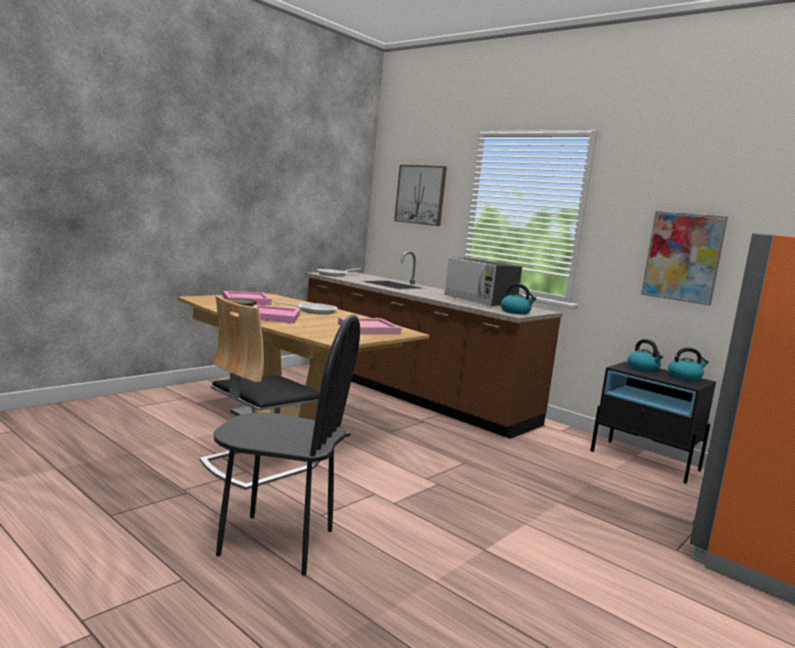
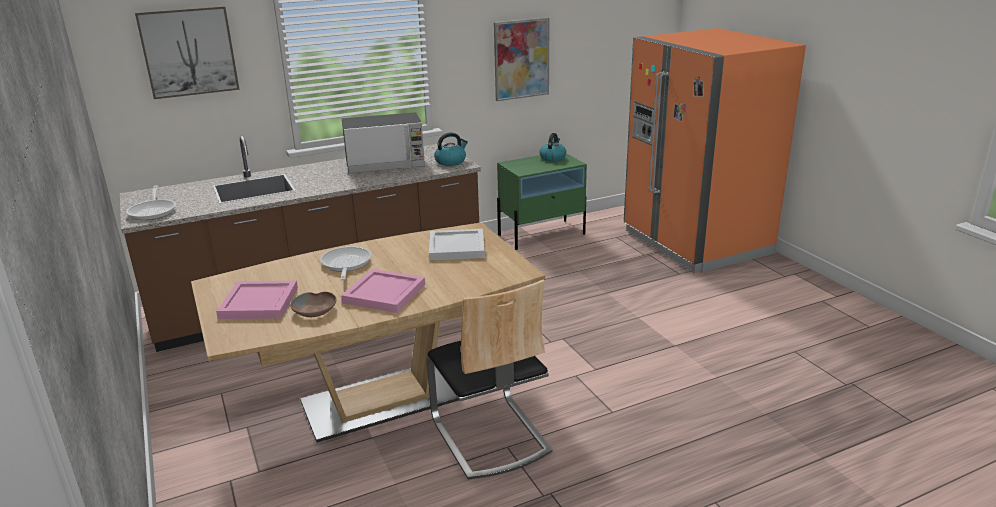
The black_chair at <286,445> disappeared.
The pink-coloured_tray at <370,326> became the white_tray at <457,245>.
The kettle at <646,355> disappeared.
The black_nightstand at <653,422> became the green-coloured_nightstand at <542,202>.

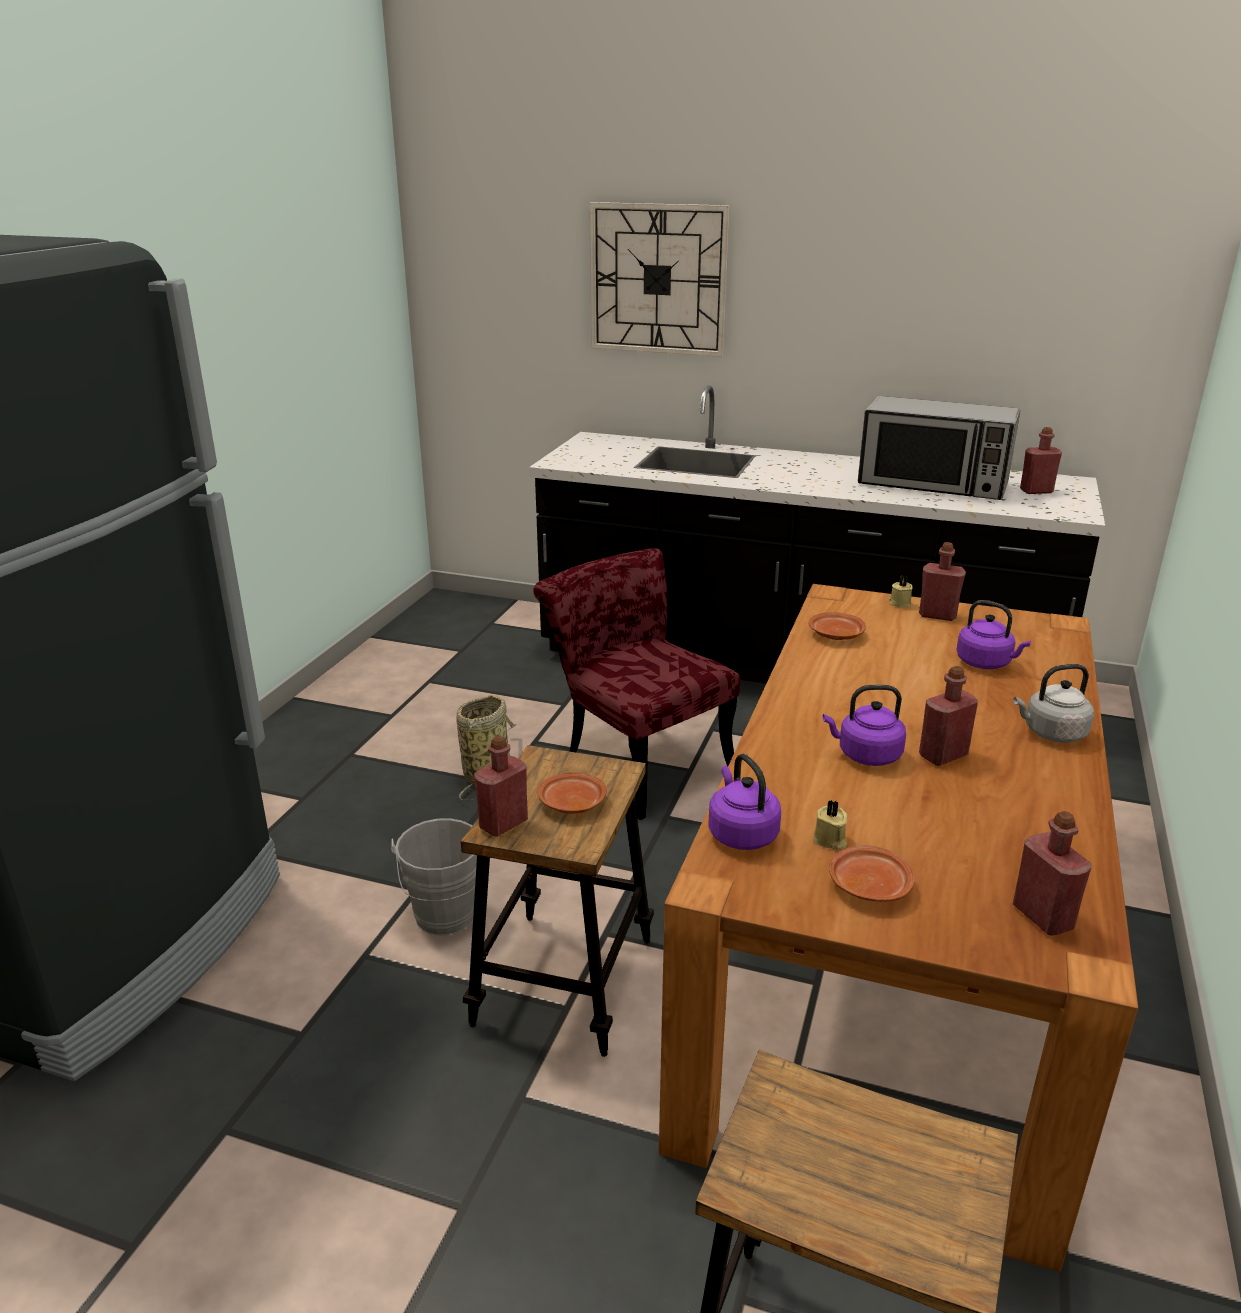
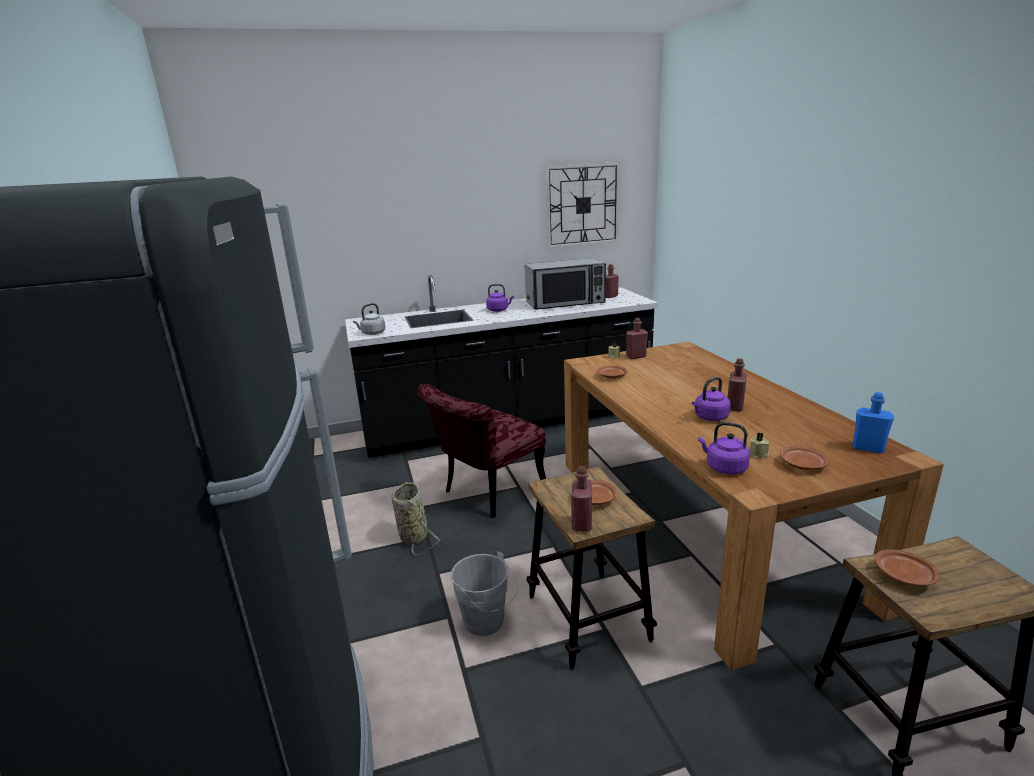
The hanging_clock moved from <659,279> to <582,205>.
The reddish_chair at <637,684> turned 60 degrees counterclockwise.
The purple-coloured_kettle moved from <993,634> to <500,298>.
The grey_kettle moved from <1053,703> to <369,319>.
The reddish_bottle at <1052,873> became the blue-coloured_bottle at <873,423>.
The brownish_plate at <907,567> appeared.

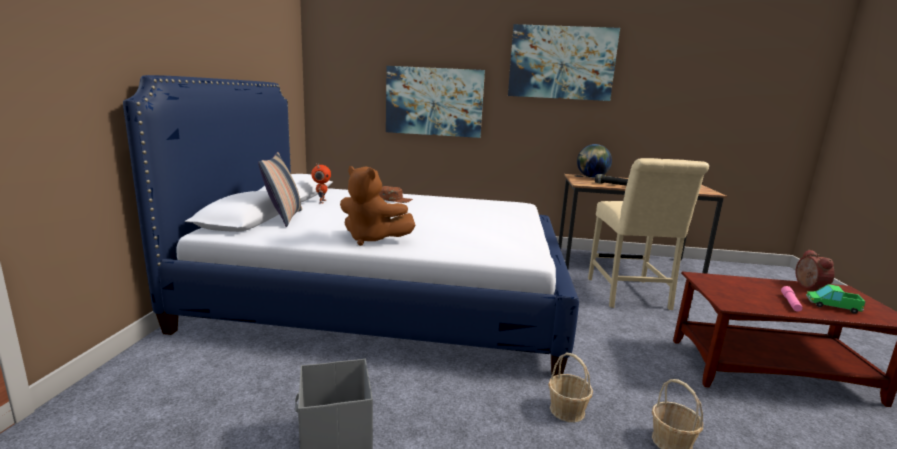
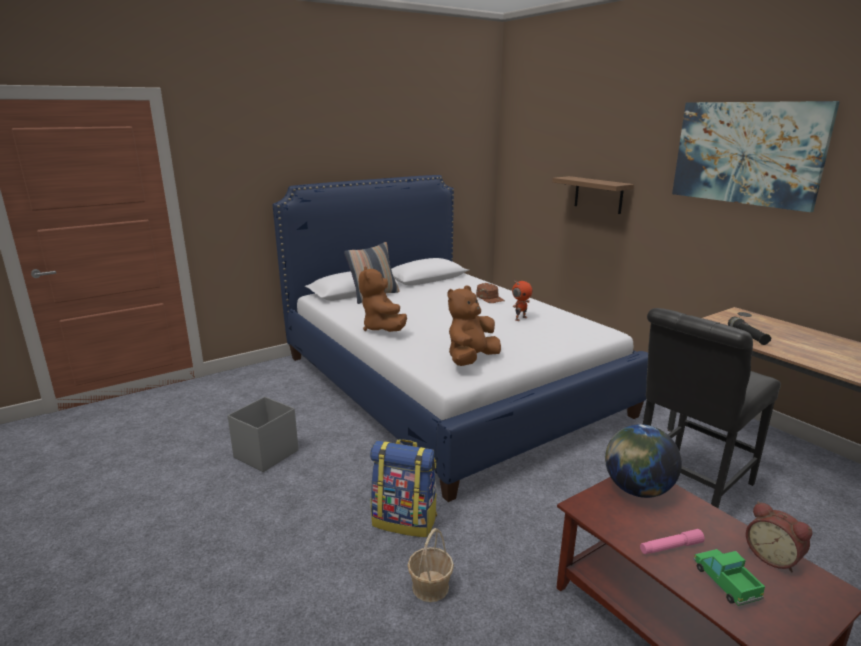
The wall_art at <435,102> was replaced by the bracket_shelf at <593,195>.
The globe moved from <594,161> to <643,461>.
The sand-coloured_chair at <648,234> became the black_chair at <712,408>.
The robot_figure moved from <321,183> to <522,300>.
The bedside_clock at <815,269> turned 90 degrees clockwise.
The basket at <570,387> was replaced by the backpack at <403,488>.
The brownish_soft_toy at <474,325> appeared.

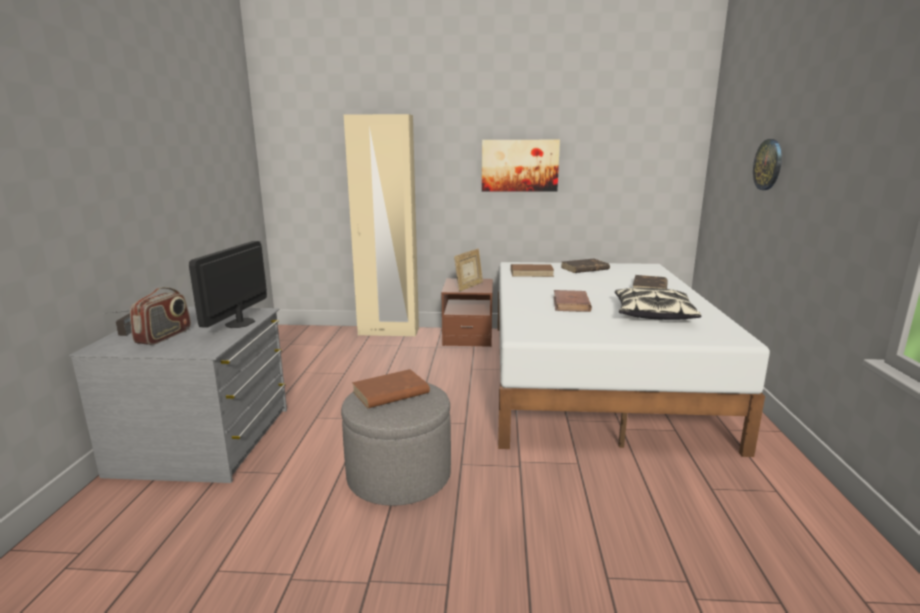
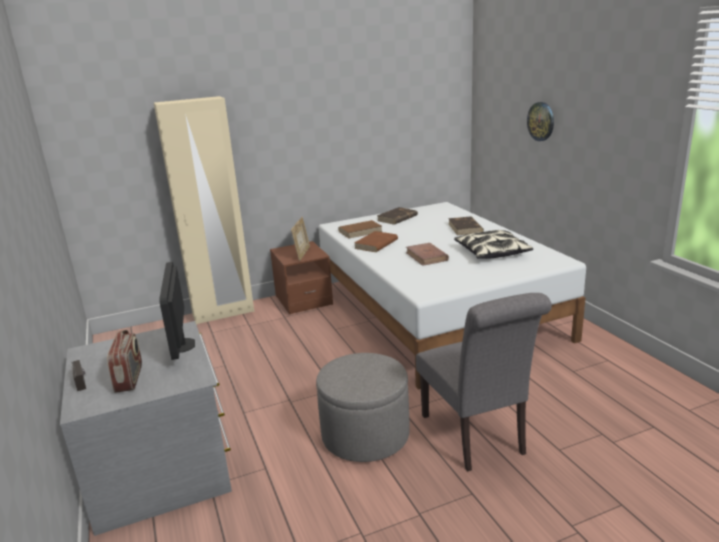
The wall_art at <521,166> disappeared.
The brownish_book moved from <391,388> to <376,241>.
The grey_chair at <484,382> appeared.

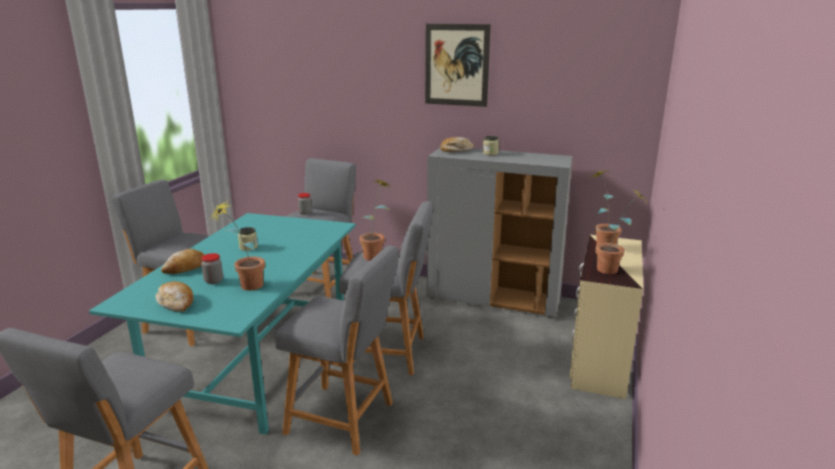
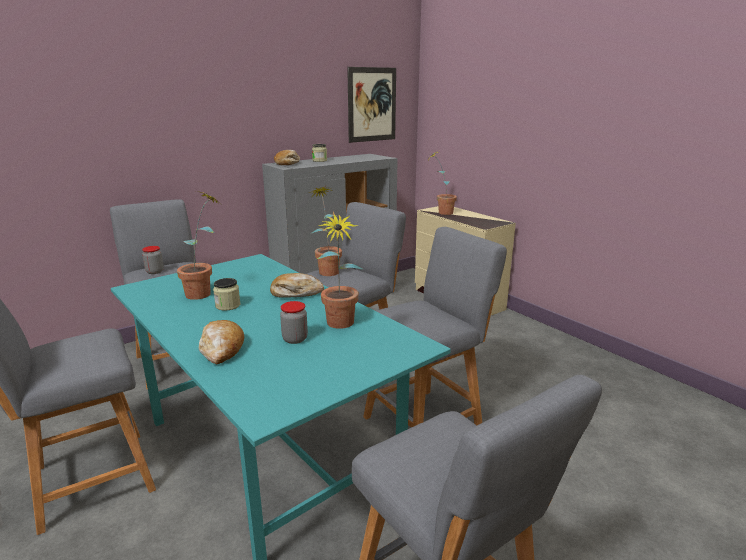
The wall_art moved from <458,65> to <371,105>.
The potted_plant moved from <622,232> to <199,245>.
The bread moved from <174,296> to <297,285>.

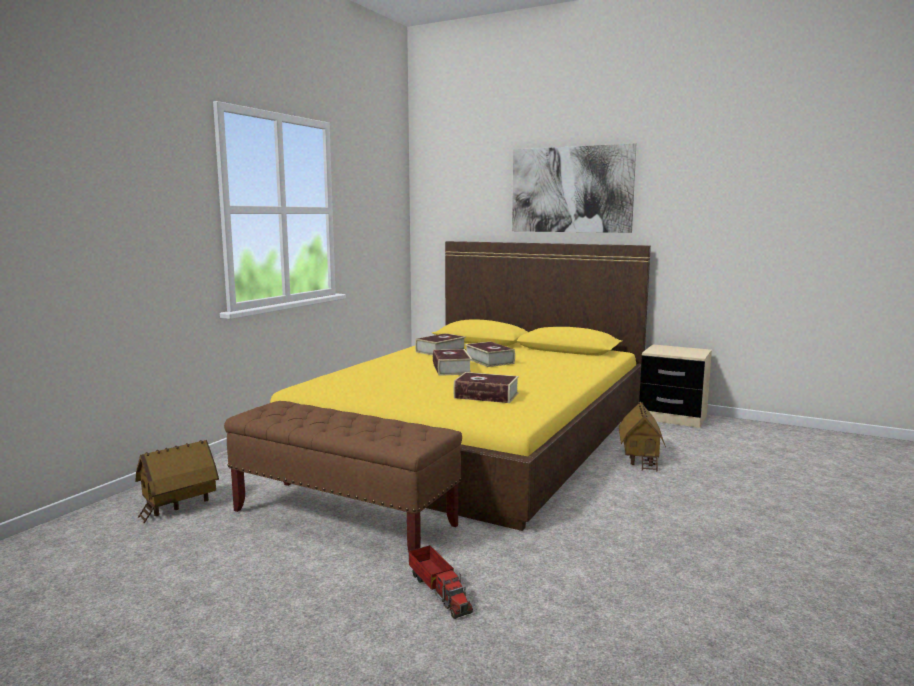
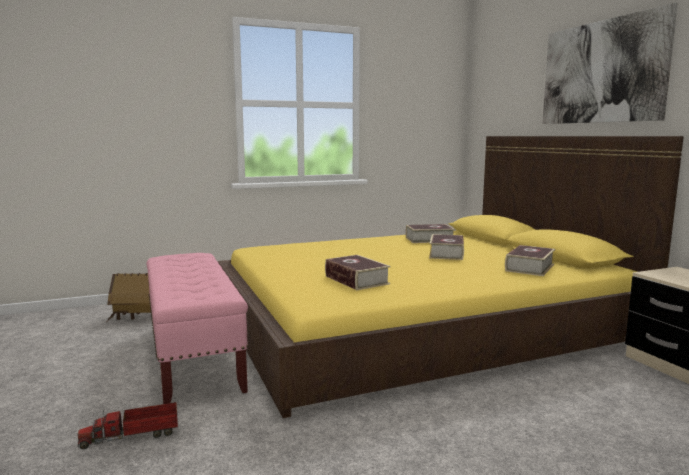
The book moved from <452,362> to <530,260>.
The brownish_long_seat at <343,476> became the pink-coloured_long_seat at <197,328>.
The miniature_house at <642,436> disappeared.
The model_truck at <441,582> turned 60 degrees clockwise.

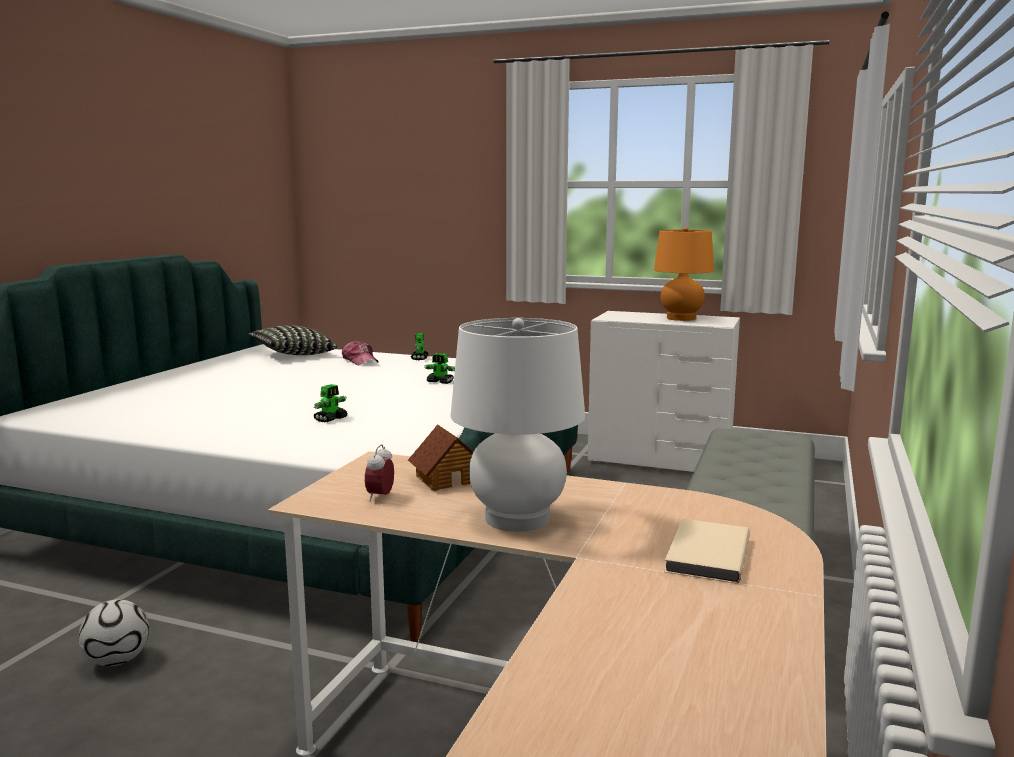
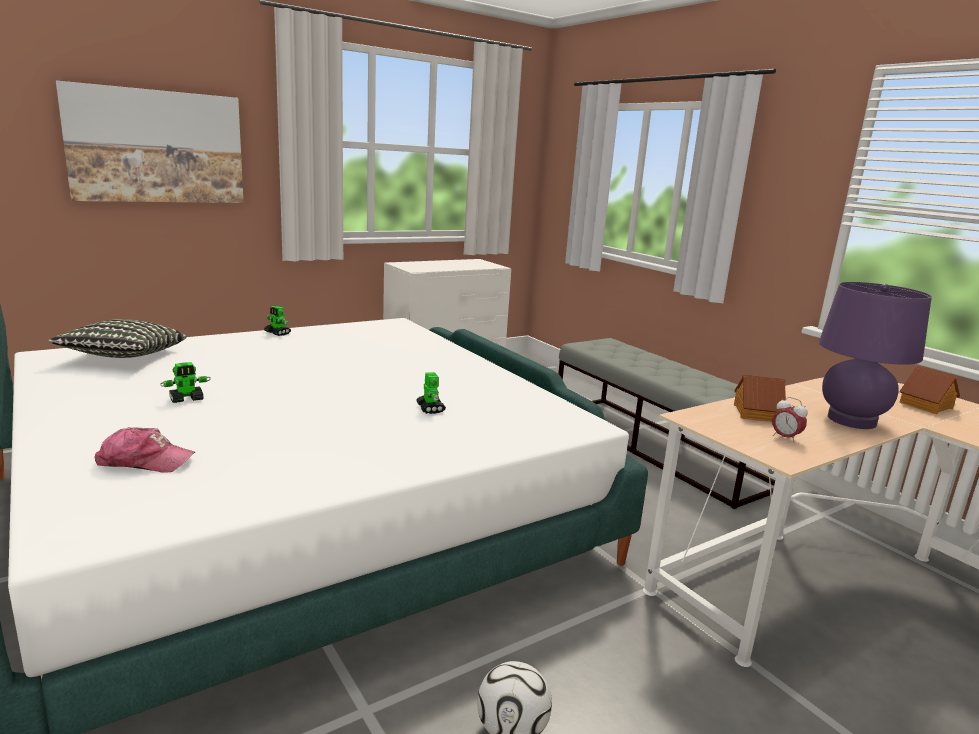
The orange-coloured_tabletop_lamp at <684,274> disappeared.
The white_tabletop_lamp at <518,425> became the purple-coloured_tabletop_lamp at <875,355>.
The peaked_cap moved from <360,352> to <144,450>.
The robot_figure moved from <439,368> to <185,382>.
The sand-coloured_book at <707,551> was replaced by the miniature_house at <929,390>.
The wall_art at <150,141> appeared.

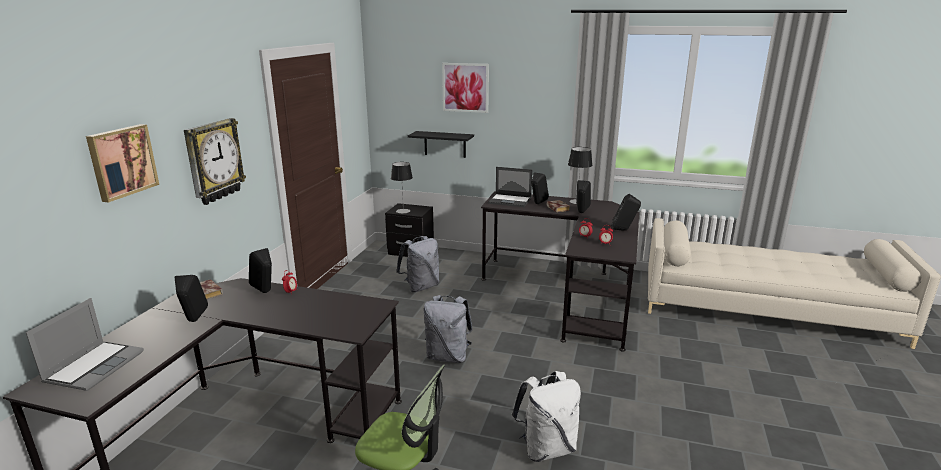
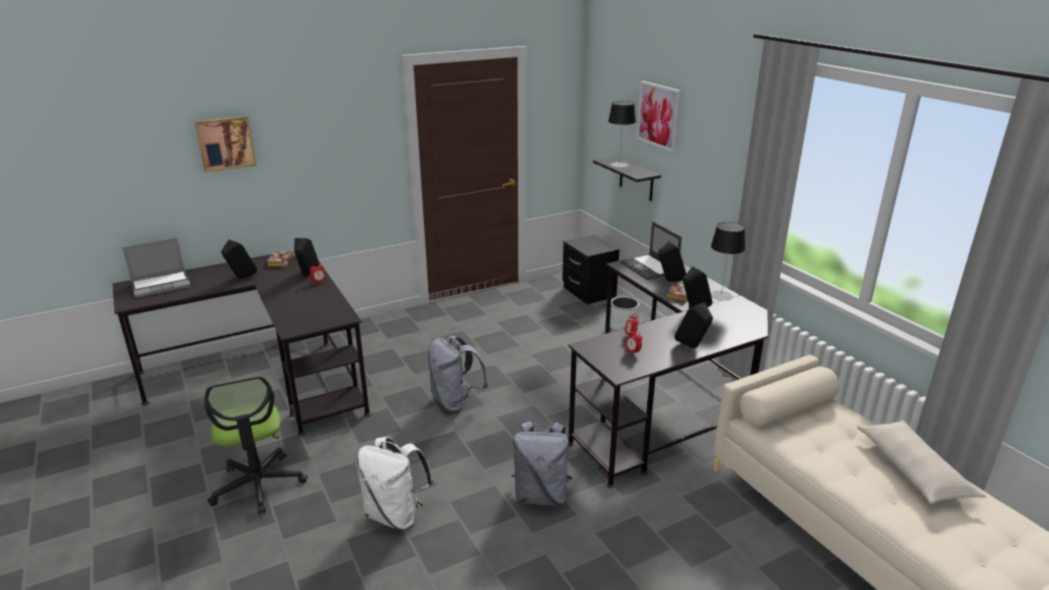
The hanging_clock at <215,161> disappeared.
The tabletop_lamp moved from <402,187> to <622,134>.
The grey_backpack moved from <417,264> to <542,463>.
The grey_plant_pot at <625,313> appeared.
The sand-coloured_pillow at <921,462> appeared.

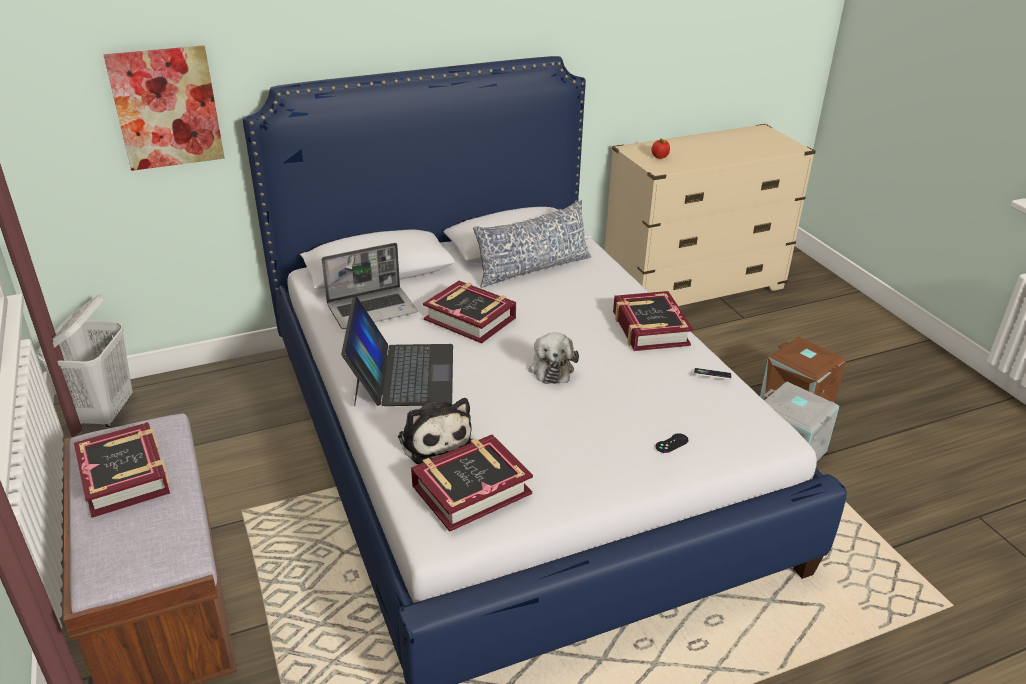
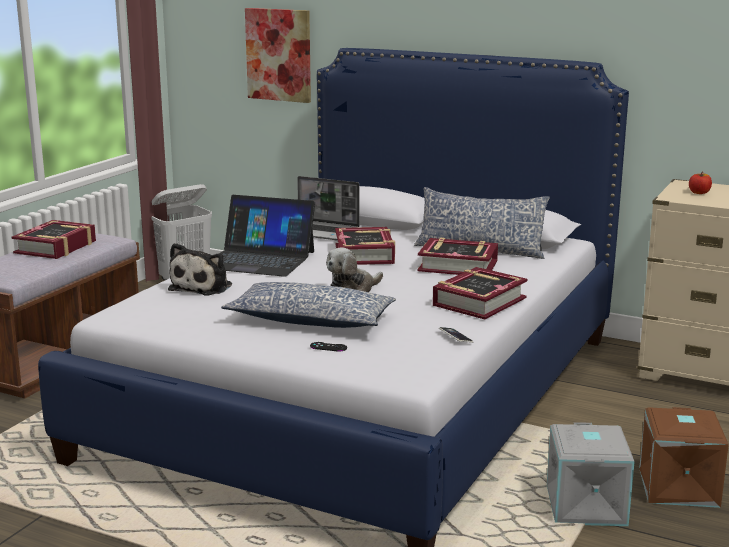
The laptop at <397,351> turned 60 degrees clockwise.
The book moved from <472,483> to <458,256>.
The pillow at <308,305> appeared.

